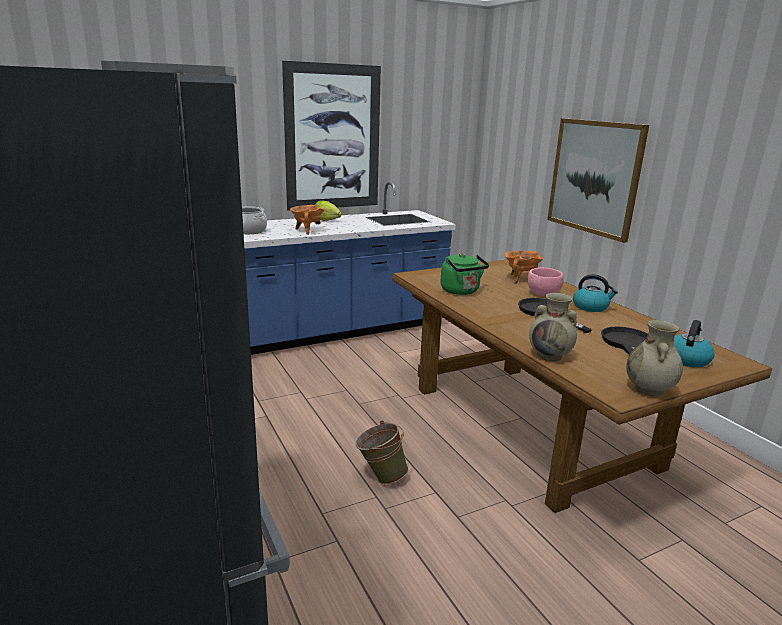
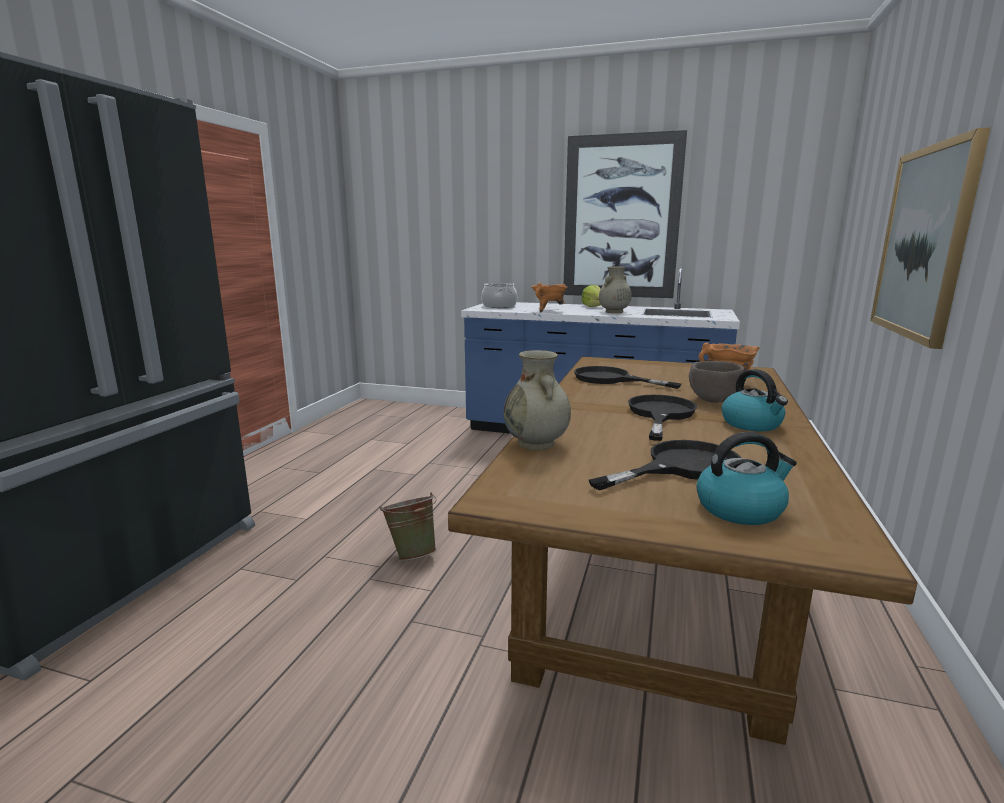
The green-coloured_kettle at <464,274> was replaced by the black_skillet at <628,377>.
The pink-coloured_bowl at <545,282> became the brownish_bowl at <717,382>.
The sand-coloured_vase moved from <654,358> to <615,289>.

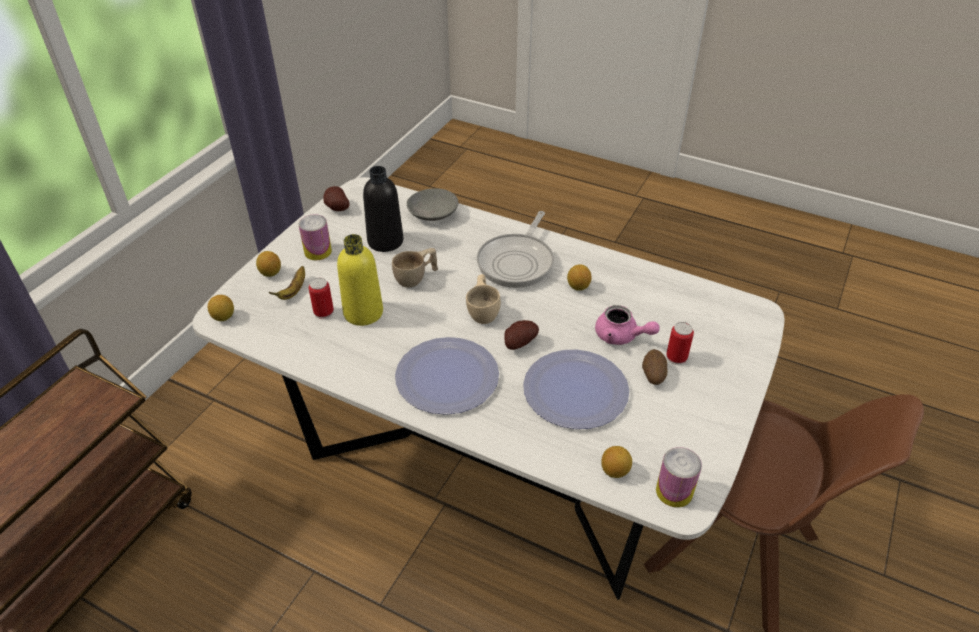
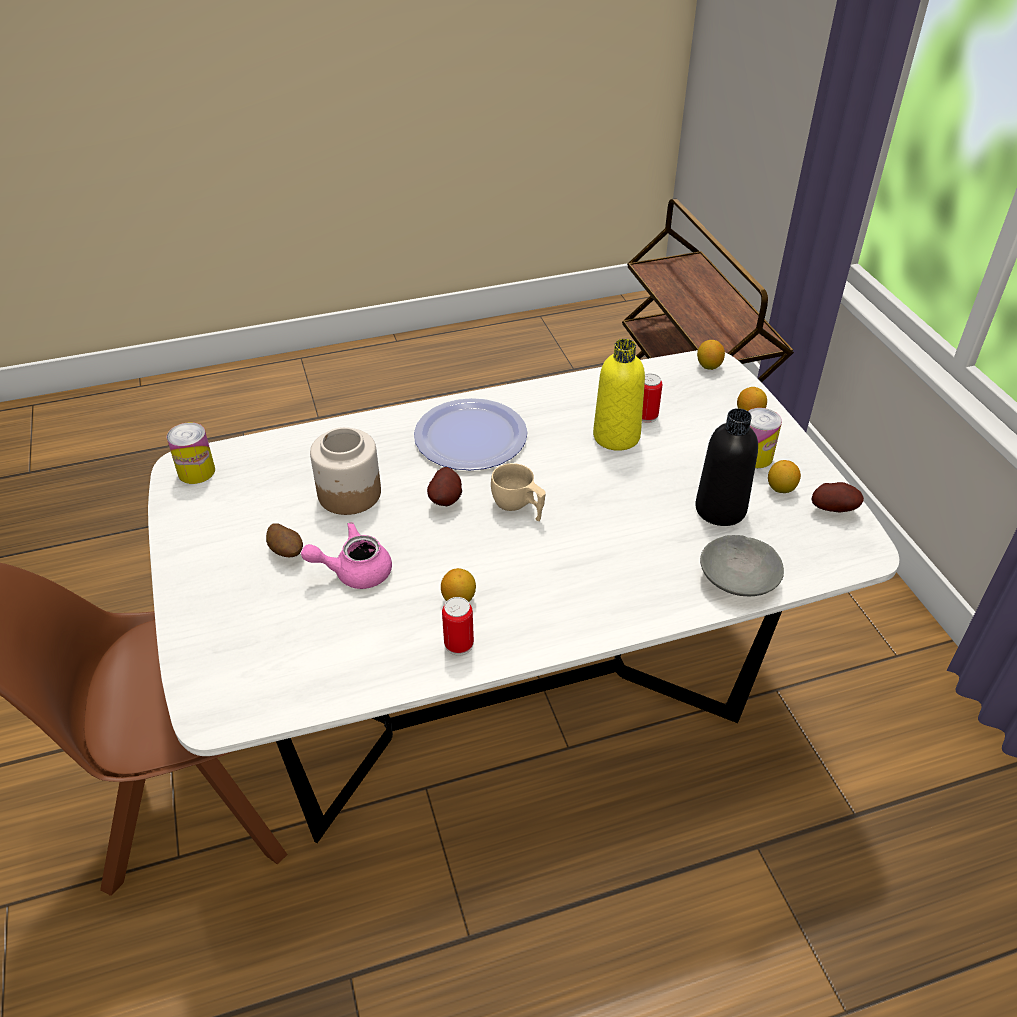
The skillet at <515,249> disappeared.
The sand-coloured_small_cup at <415,267> disappeared.
The whole_banana at <286,283> disappeared.
The metal_can moved from <680,343> to <458,626>.
The plate at <576,389> was replaced by the jar at <345,471>.
The citrus_fruit moved from <616,462> to <784,476>.

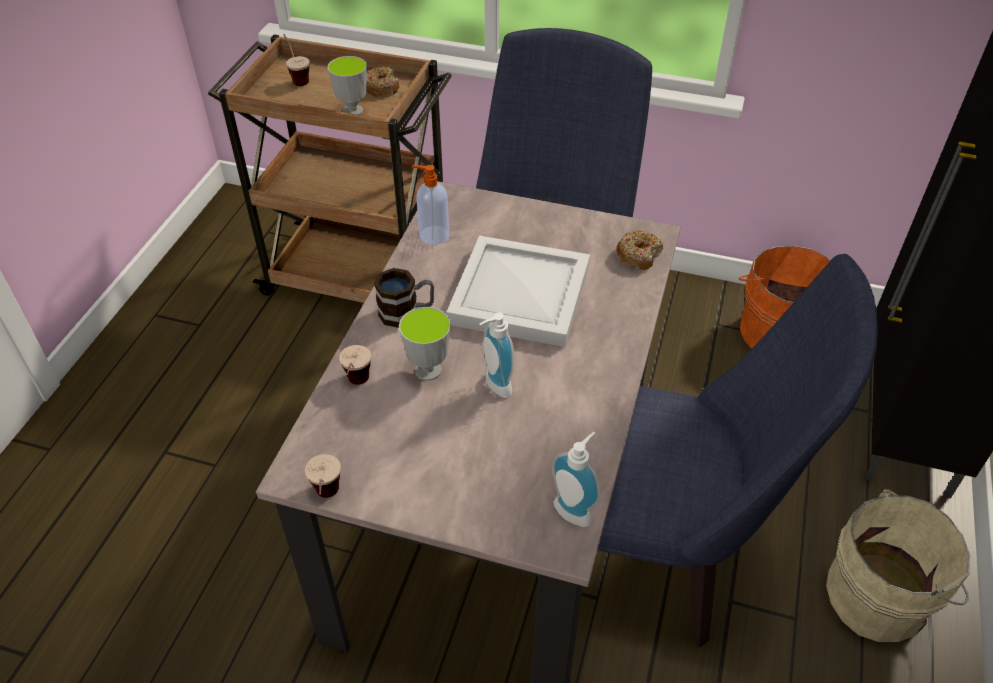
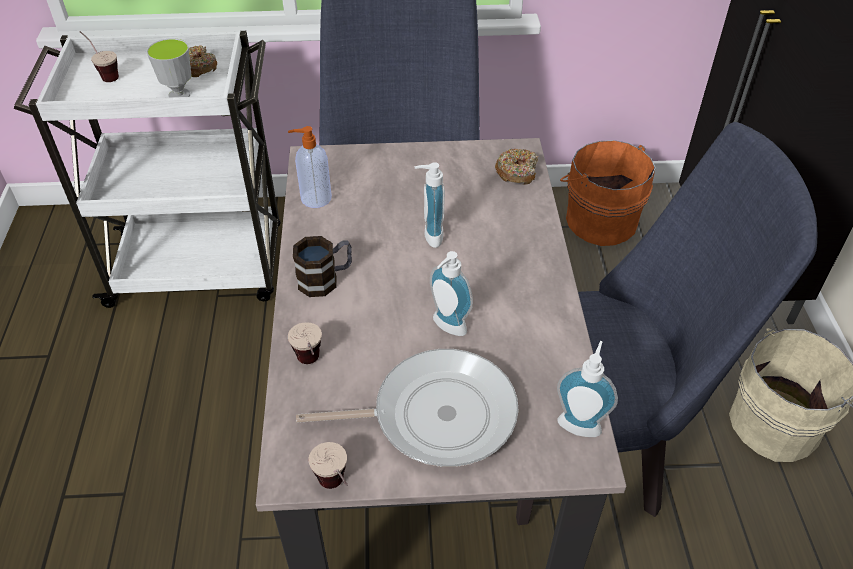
The brownish_cart at <330,168> became the white_cart at <147,169>.
The white_tray at <518,291> was replaced by the liquid_soap_bottle at <429,205>.
The small_cup at <425,344> disappeared.
The skillet at <407,408> appeared.

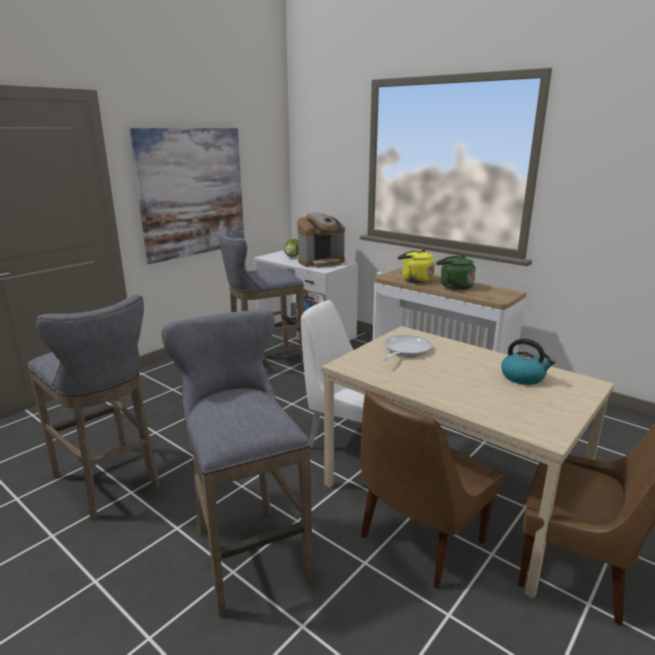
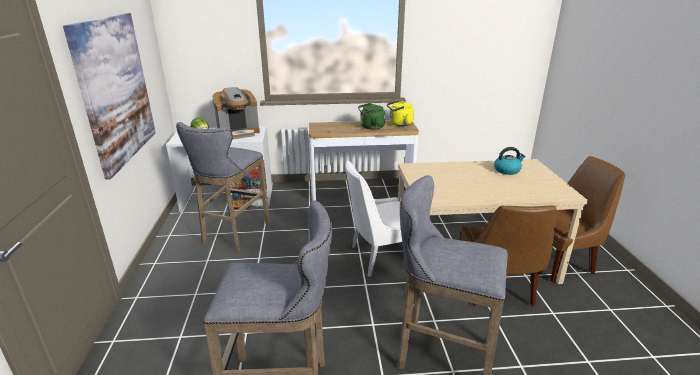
The coffee_maker at <321,240> turned 45 degrees clockwise.
The yellowish_kettle moved from <416,266> to <400,113>.
The skillet at <407,348> disappeared.

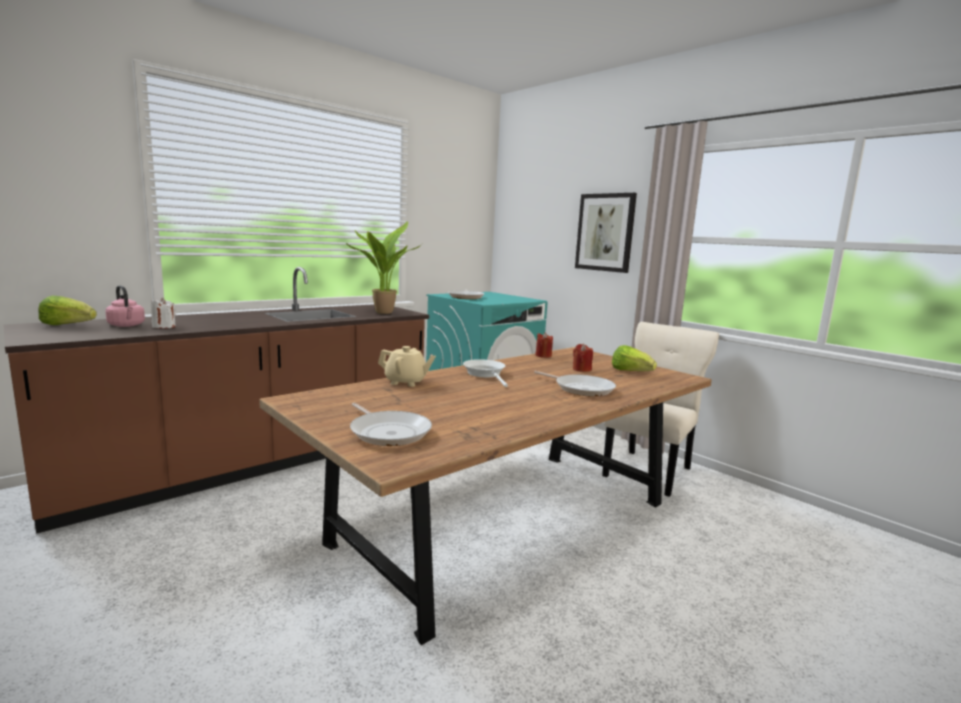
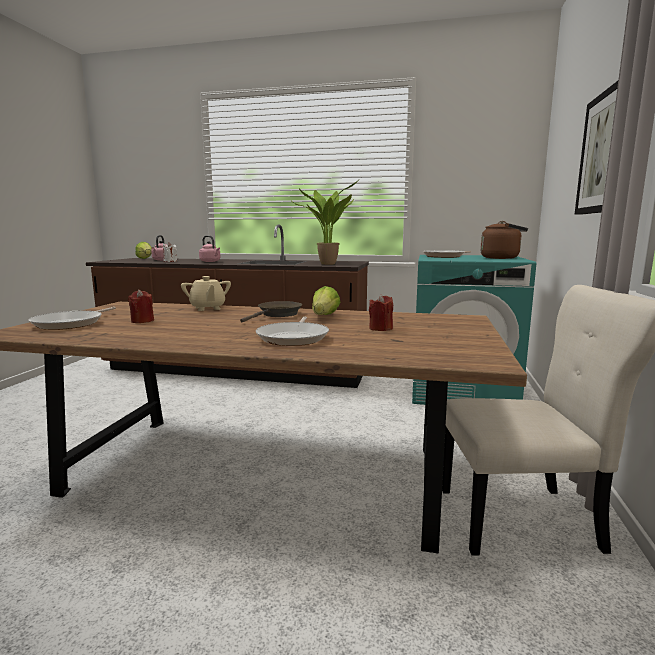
The reddish_candle moved from <544,345> to <141,306>.
The lettuce moved from <634,358> to <326,300>.
The white_skillet at <485,373> became the brownish_skillet at <271,311>.
The brownish_kettle at <504,240> appeared.
The pink-coloured_kettle at <209,248> appeared.

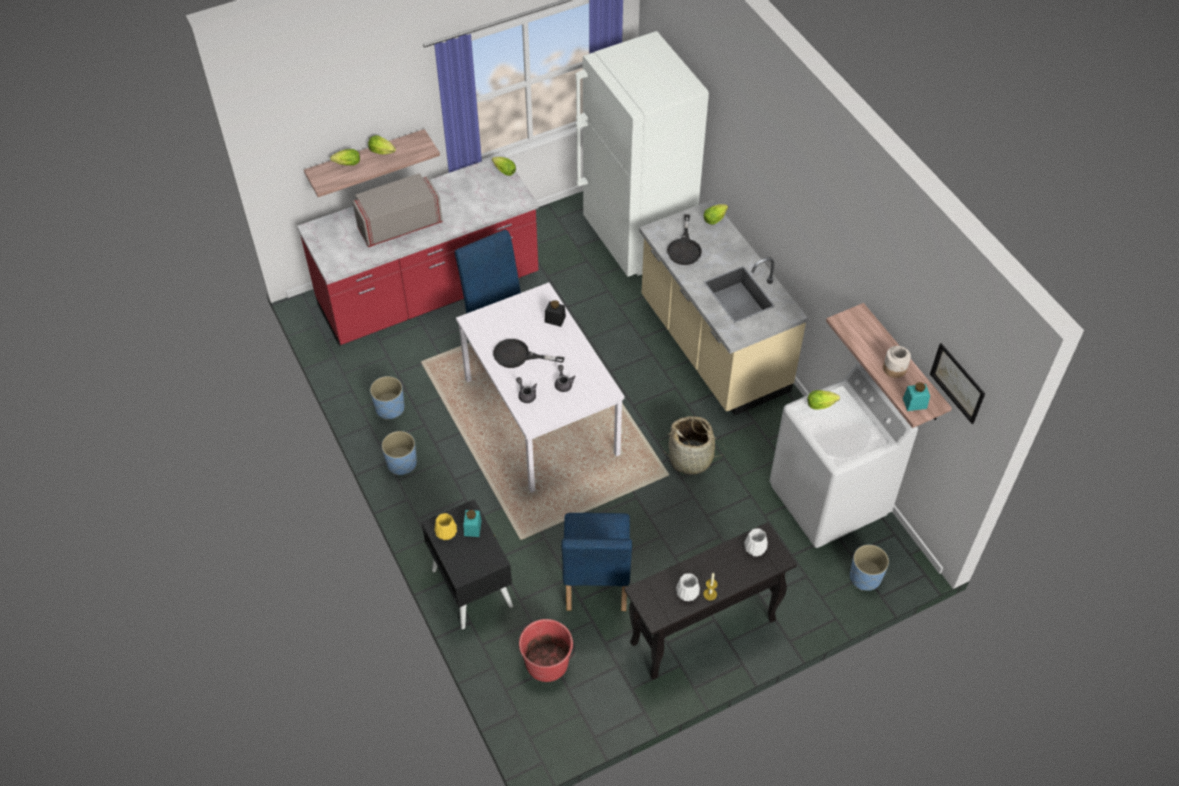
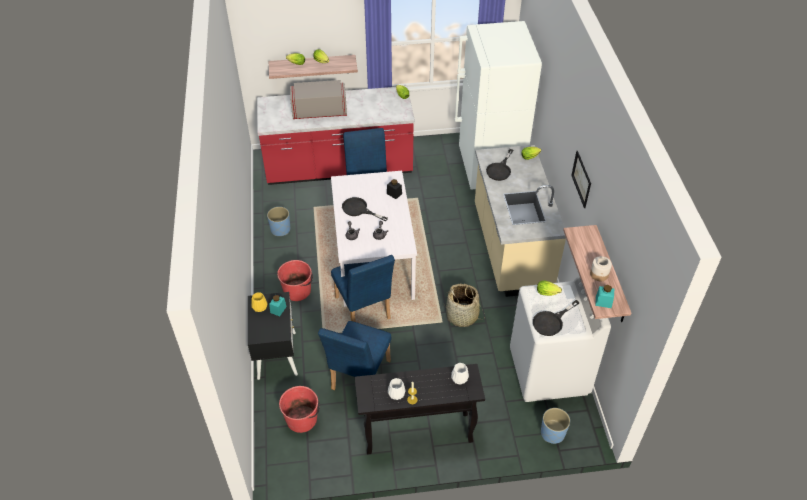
The wall_art moved from <957,383> to <581,179>.
The blue-coloured_plant_pot at <399,453> disappeared.
The blue-coloured_chair at <363,288> appeared.
The reddish_pail at <295,280> appeared.
The black_skillet at <556,318> appeared.

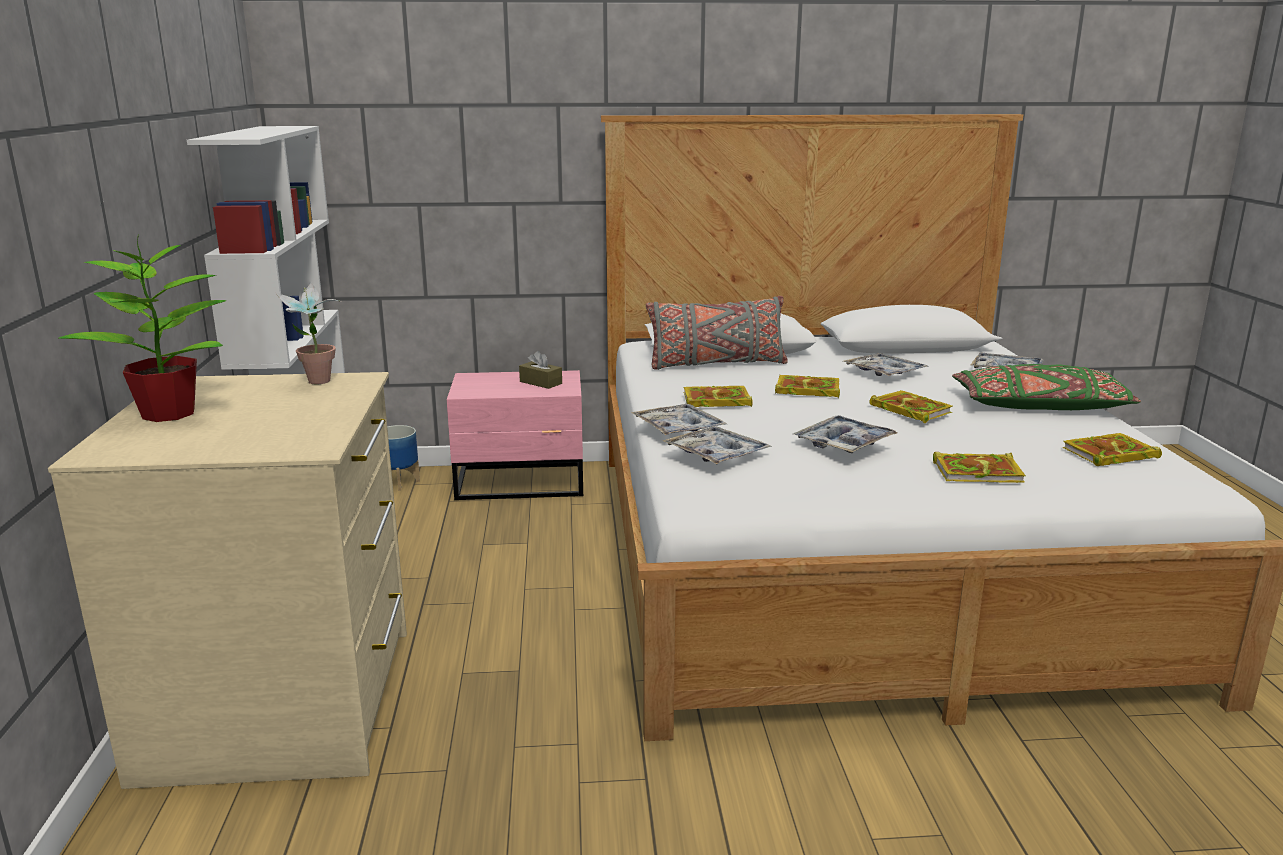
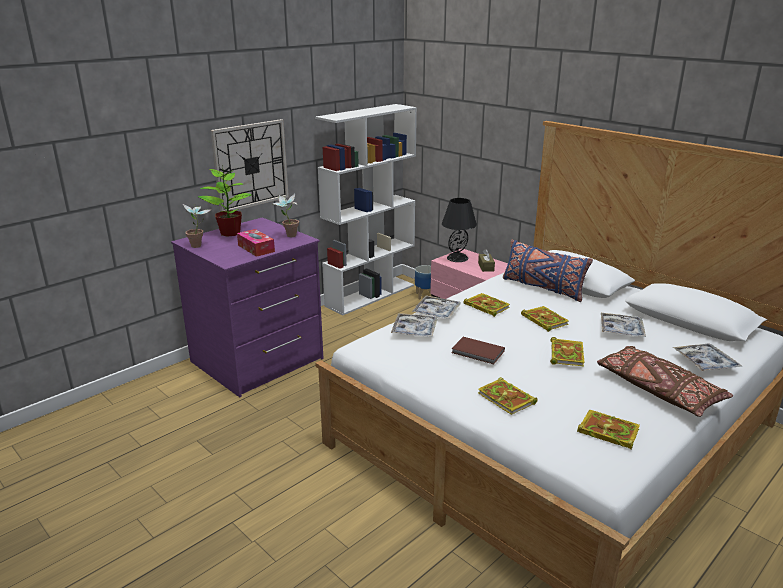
The grey_pillow at <717,333> became the blue-coloured_pillow at <548,271>.
The green-coloured_pillow at <1046,387> became the brownish_pillow at <665,381>.
The sand-coloured_dresser at <227,580> became the purple-coloured_dresser at <247,307>.
The tray at <845,434> was replaced by the brownish_book at <478,350>.
The hanging_clock at <249,165> appeared.
The black_tabletop_lamp at <459,230> appeared.
The potted_plant at <197,226> appeared.
The tissue_holder at <256,243> appeared.

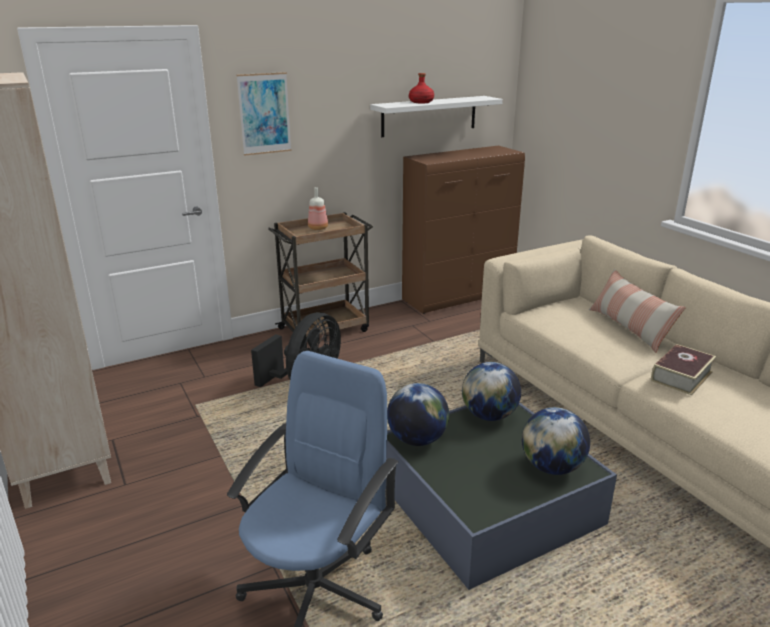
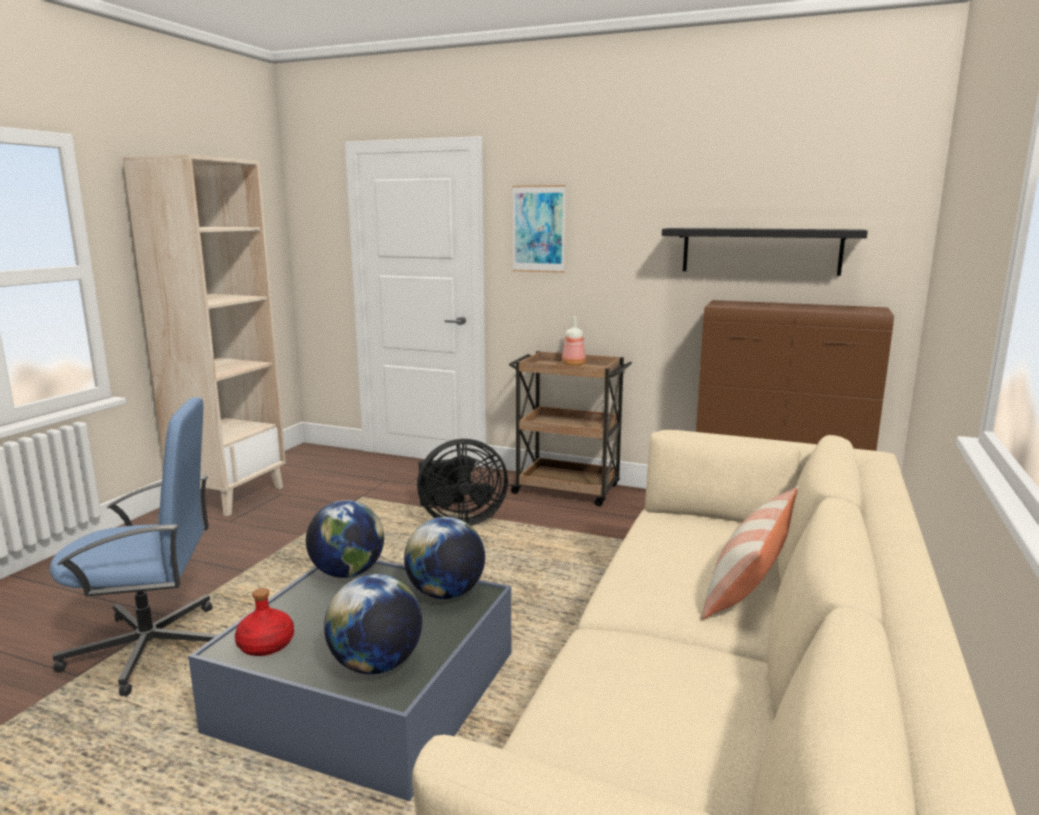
The reddish_bottle moved from <421,88> to <264,622>.
The white_bracket_shelf at <436,116> became the black_bracket_shelf at <765,252>.
The book at <683,369> disappeared.

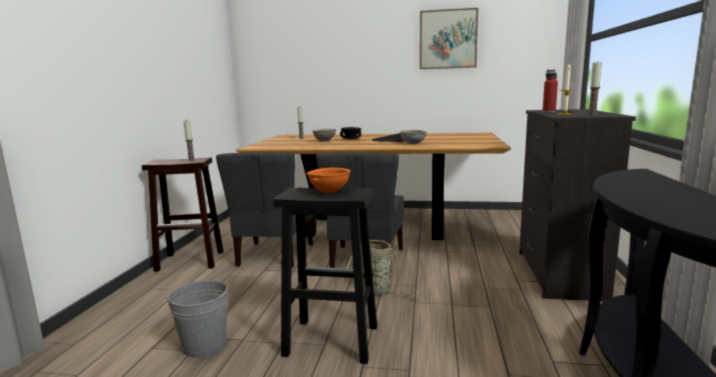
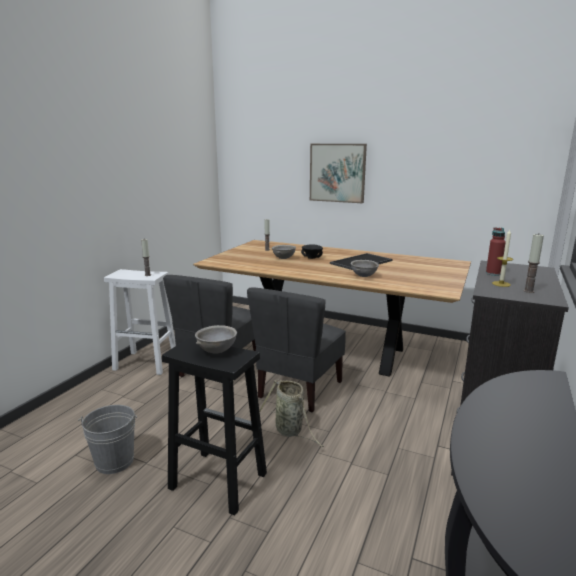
The wall_art moved from <449,38> to <338,173>.
The brownish_stool_seat at <182,214> became the white_stool_seat at <140,322>.
The orange-coloured_bowl at <328,180> became the grey_bowl at <216,339>.

